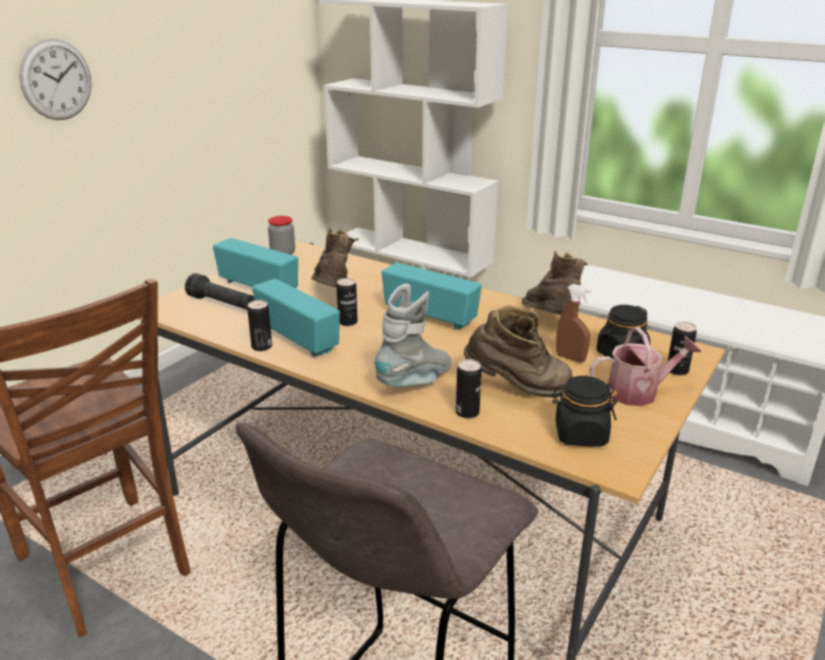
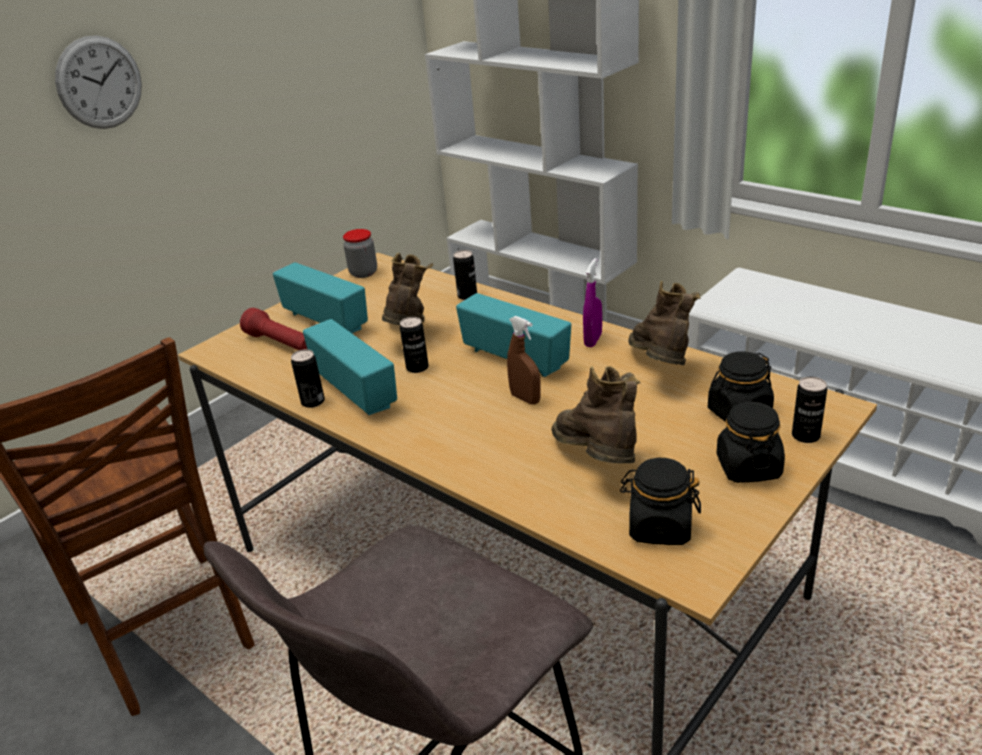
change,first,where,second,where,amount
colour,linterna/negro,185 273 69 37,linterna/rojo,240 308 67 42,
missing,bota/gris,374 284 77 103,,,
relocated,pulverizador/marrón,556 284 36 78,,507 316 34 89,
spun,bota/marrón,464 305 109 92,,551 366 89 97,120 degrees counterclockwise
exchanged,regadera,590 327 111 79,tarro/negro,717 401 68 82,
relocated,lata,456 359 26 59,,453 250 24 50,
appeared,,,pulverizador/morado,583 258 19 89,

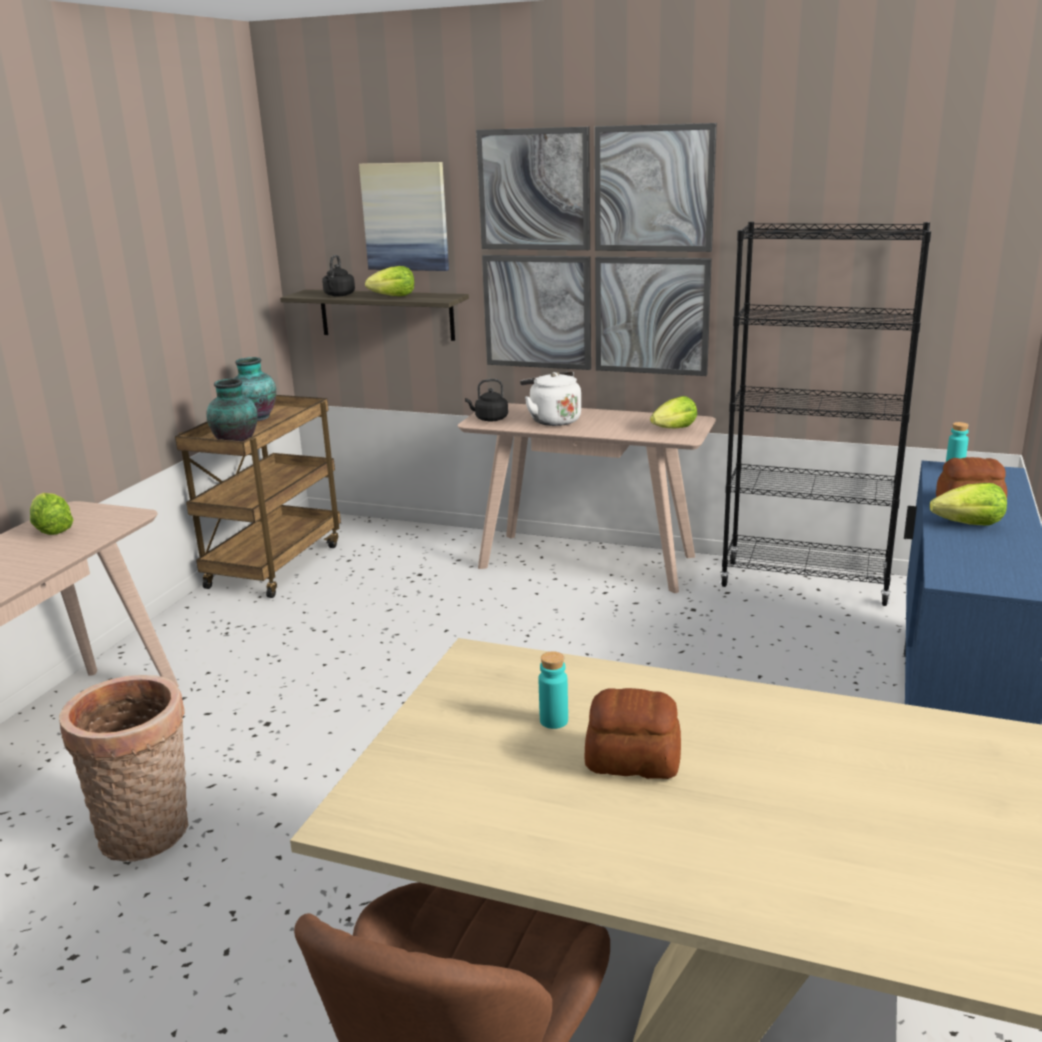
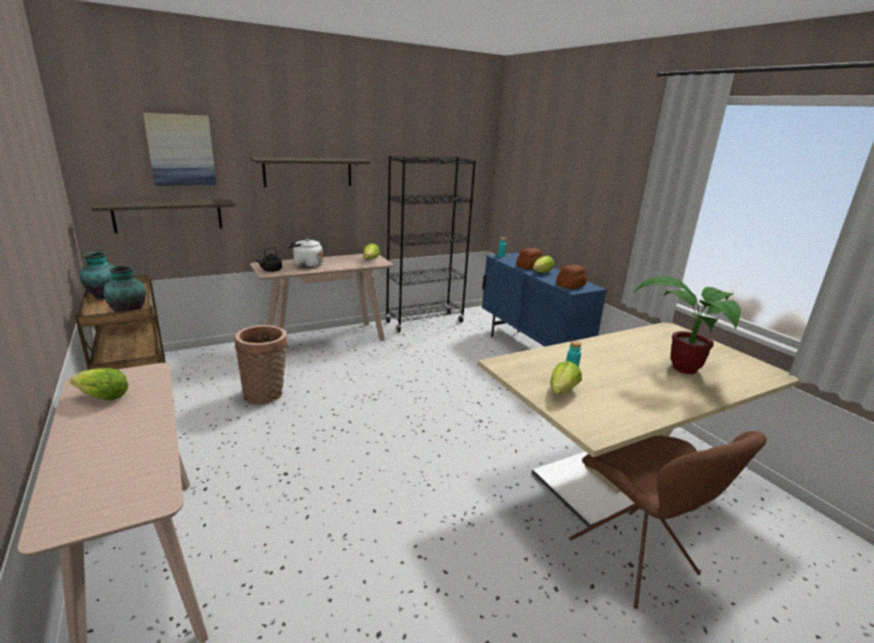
change,first,where,second,where,amount
exchanged,cuadro,476 123 241 253,estante,250 157 120 30,
missing,hervidor/negro,322 255 33 42,,,
relocated,lechuga,365 266 49 30,,550 361 32 33,
relocated,cesta,59 675 130 187,,235 325 53 80,
relocated,pan,585 688 96 91,,556 265 31 24,
appeared,,,planta en maceta,635 276 106 98,

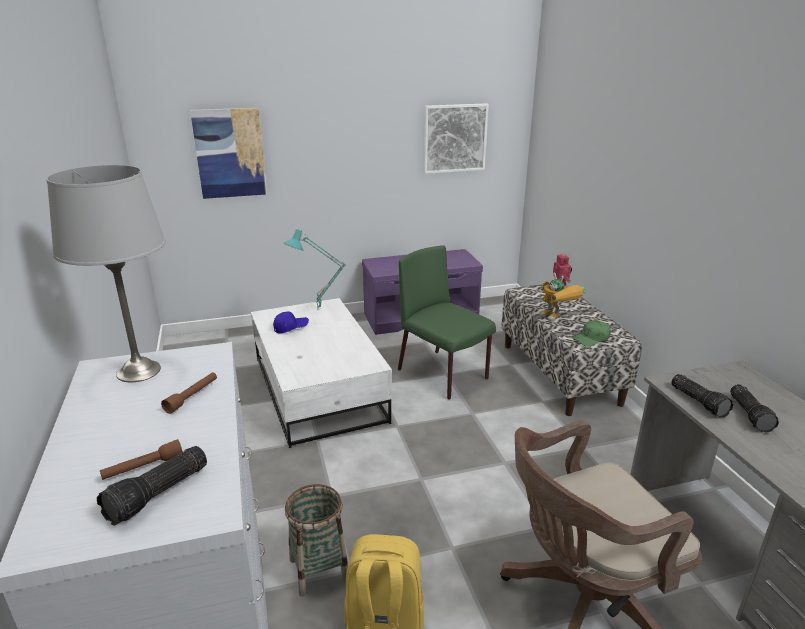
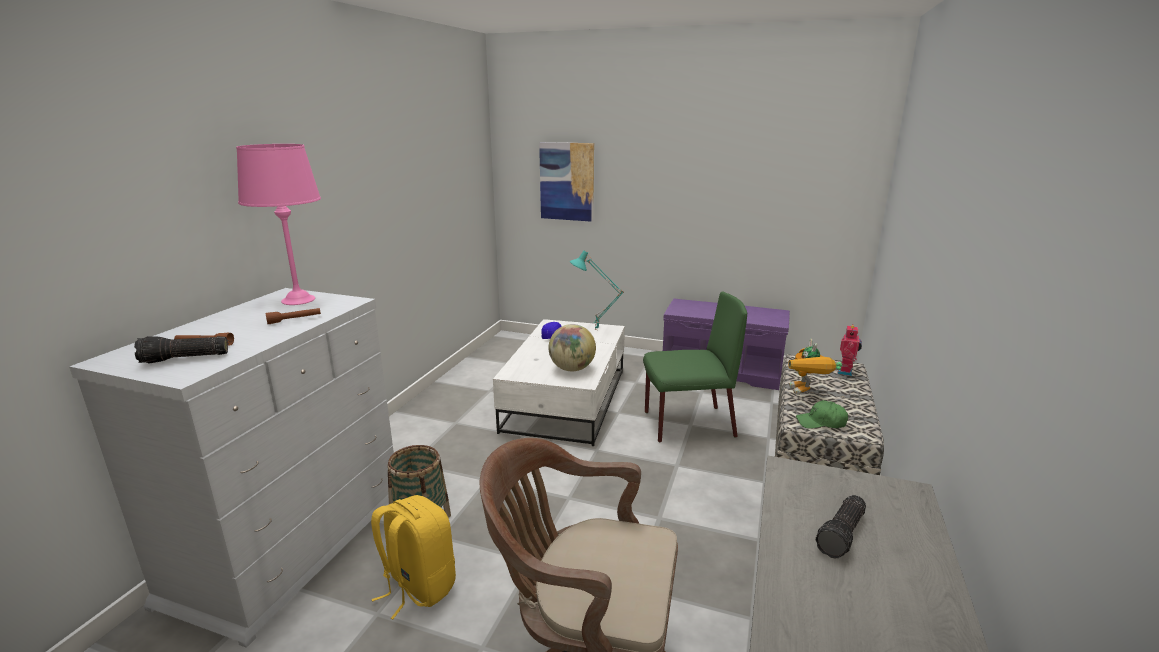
change,first,where,second,where,amount
missing,cuadro,424 103 65 71,,,
colour,lámpara de mesa/gris,46 165 120 217,lámpara de mesa/rosa,236 144 85 161,
spun,silla/verde,398 245 98 155,,643 291 104 152,90 degrees clockwise
missing,linterna,671 374 63 44,,,
appeared,,,globo terráqueo,548 324 48 47,

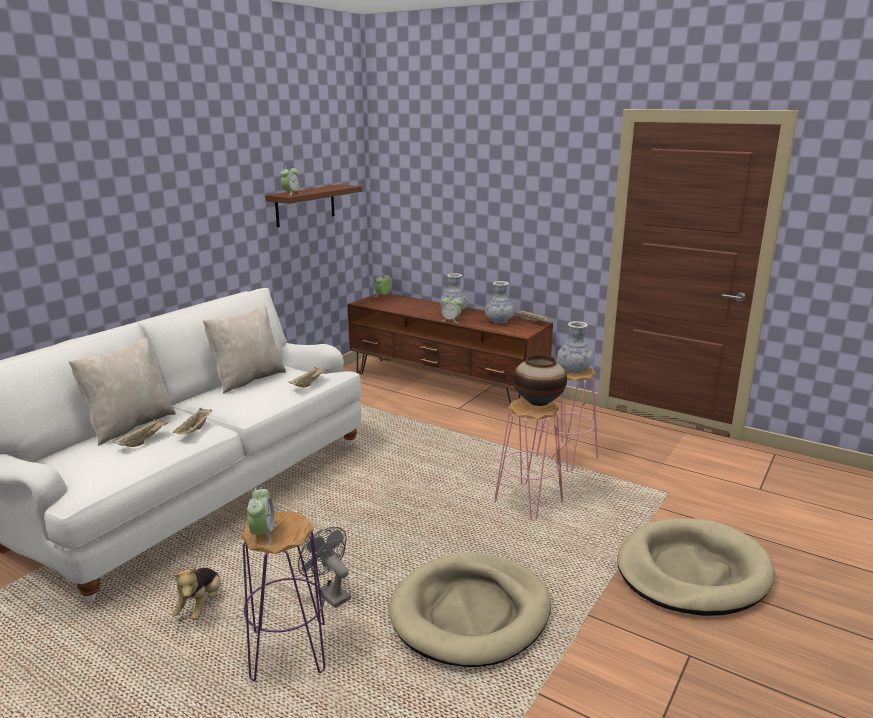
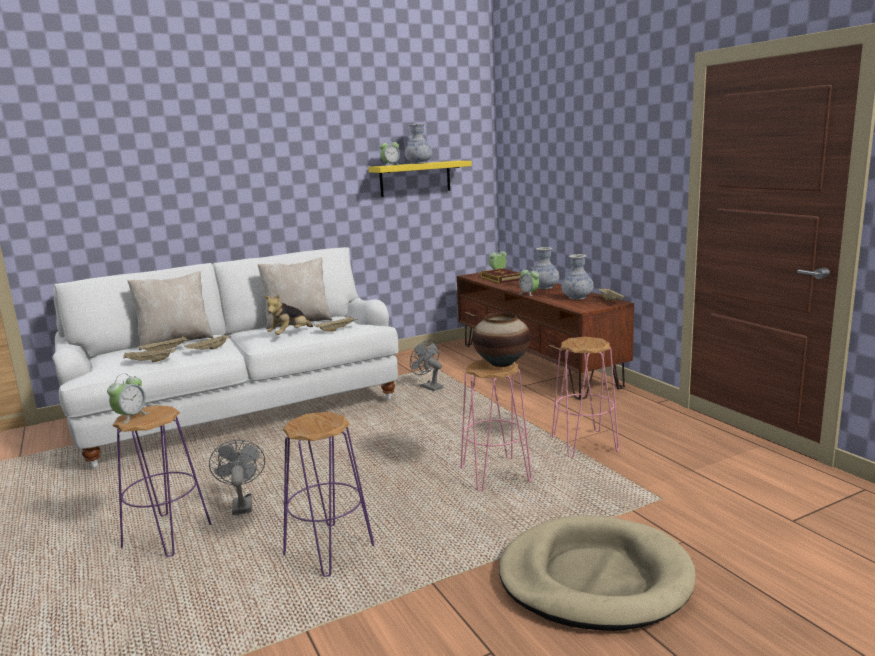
change,first,where,second,where,amount
colour,estante/marrón,265 184 97 43,estante/amarillo,368 161 104 36,
relocated,florero,557 321 36 52,,405 124 27 40,
exchanged,cama para perro/beis,389 552 162 115,taburete/morado,282 412 92 165,
relocated,peluche,172 567 49 53,,264 294 49 41,
appeared,,,libro,481 268 39 15,
appeared,,,ventilador/gris,410 340 33 51,
appeared,,,bandeja/beis,123 347 53 15,

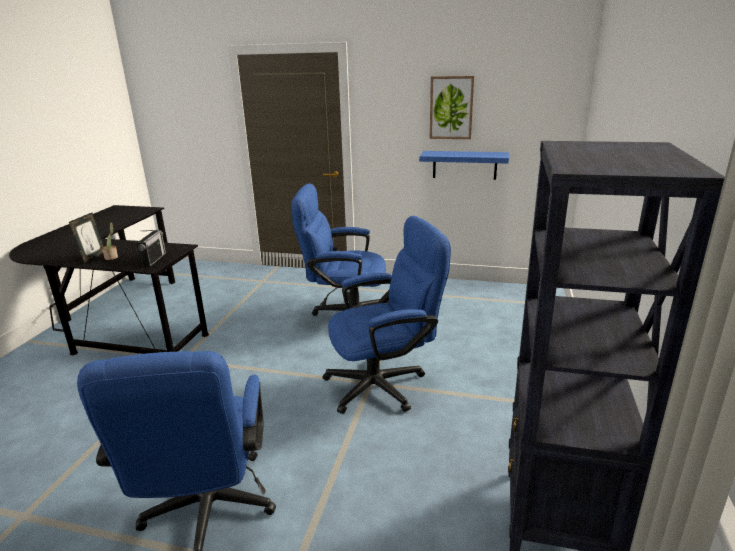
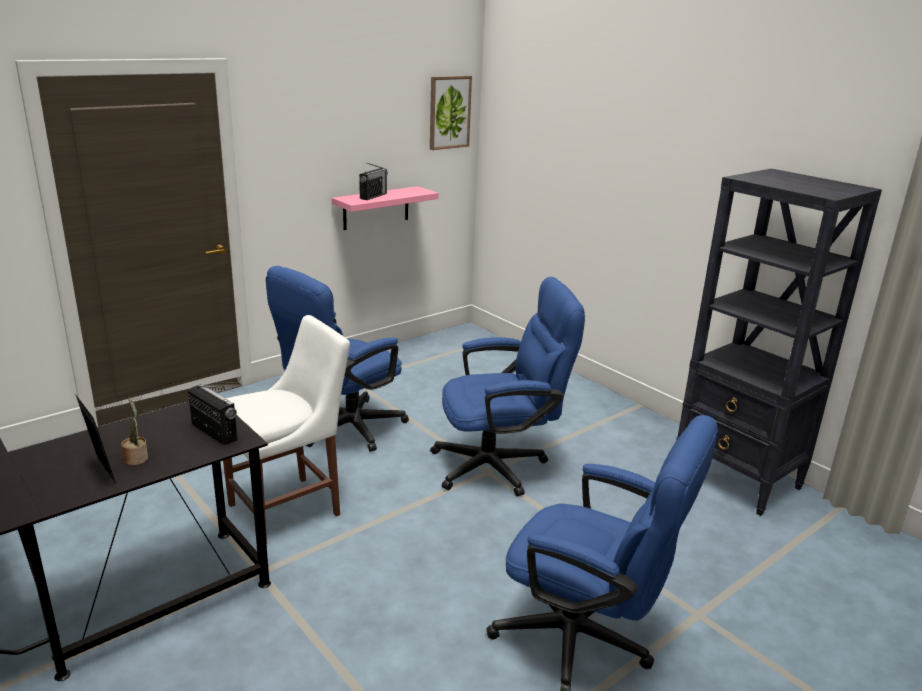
change,first,where,second,where,amount
relocated,cuadro,430 76 44 63,,430 76 42 74,
colour,estante/azul,419 151 90 29,estante/rosa,332 186 106 44,
spun,silla de oficina/azul,322 216 129 198,,430 277 155 219,60 degrees clockwise
appeared,,,radio,359 162 29 38,
appeared,,,silla/blanco,223 315 127 229,

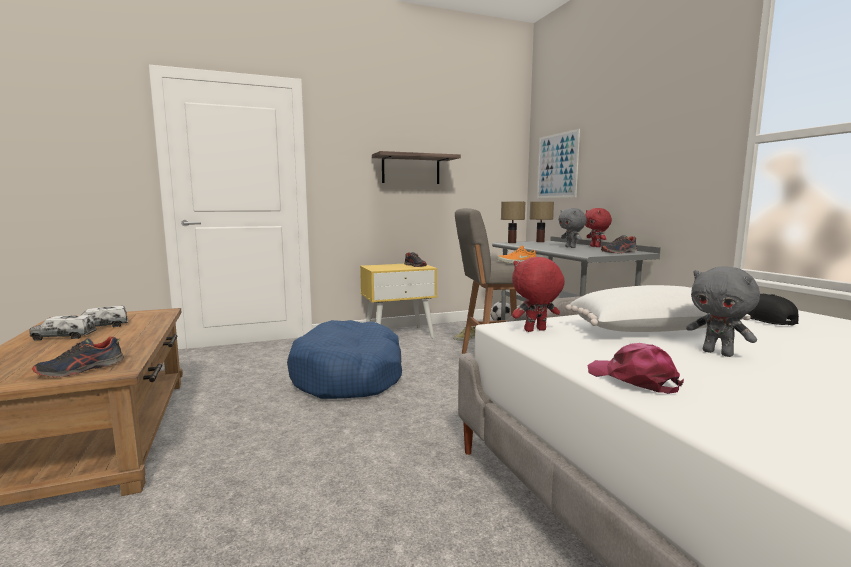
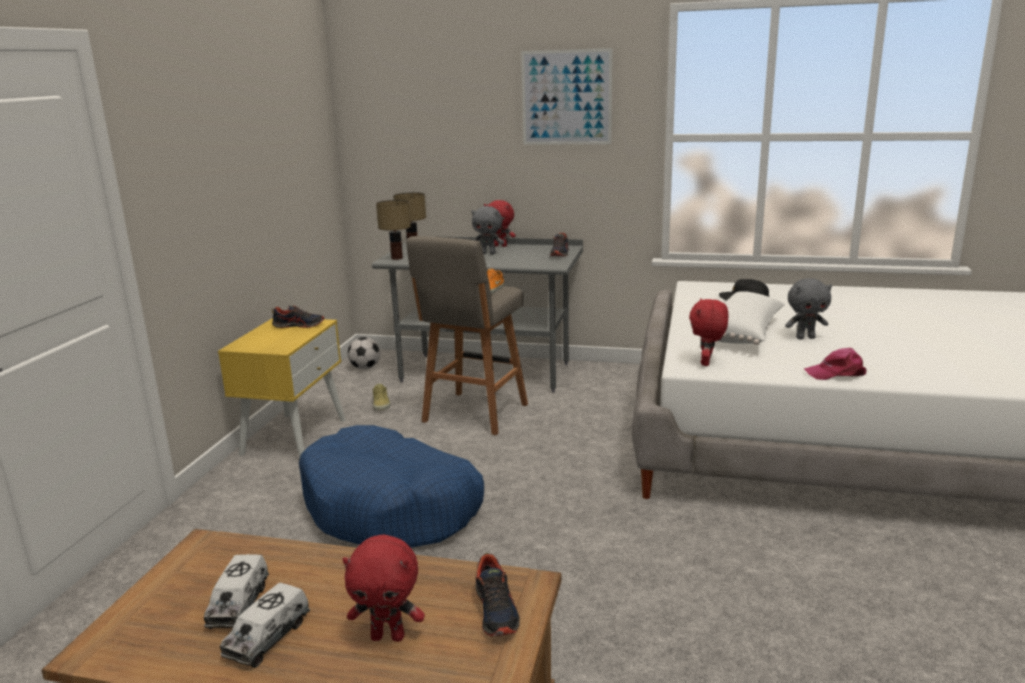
change,first,where,second,where,amount
relocated,cuadro,537 129 43 69,,521 48 92 97,
missing,estante,372 151 89 33,,,
appeared,,,peluche/rojo,342 535 83 107,

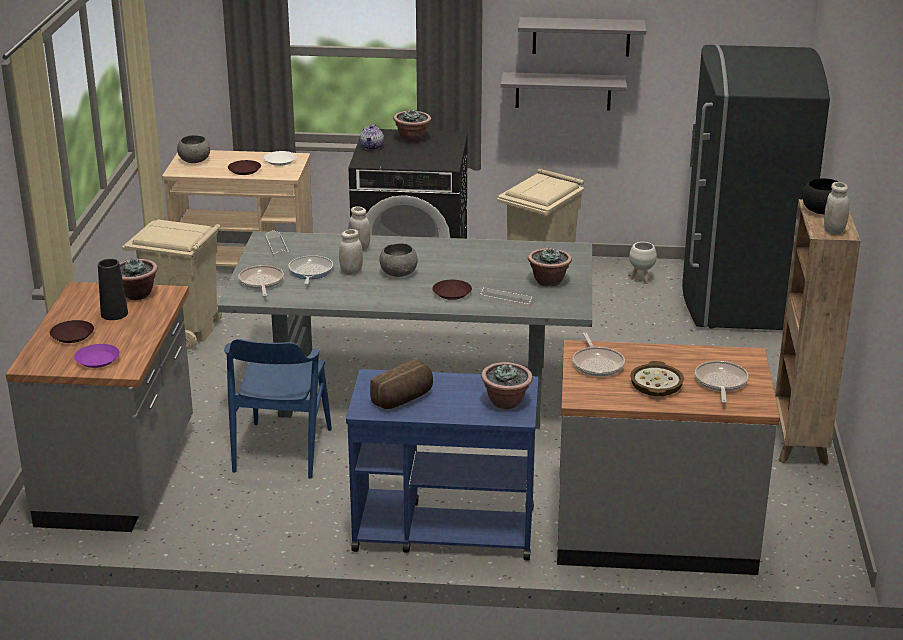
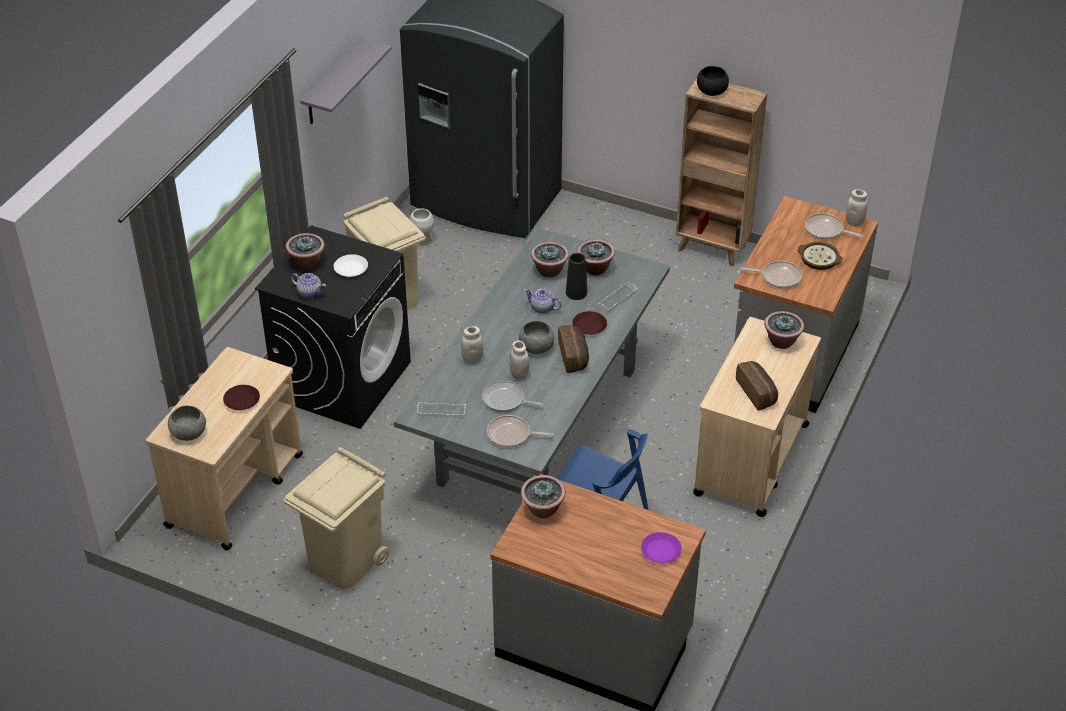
change,first,where,second,where,amount
missing,estante/gris,501 72 126 39,,,
relocated,plato/blanco,264 151 33 15,,334 254 34 23,
relocated,tarro/blanco,824 182 25 53,,846 189 21 37,
relocated,florero/negro,98 259 30 61,,566 253 21 47,
missing,plato/marrón,50 320 44 23,,,
colour,carrito/azul,346 369 192 191,carrito/beis,693 317 128 200,
appeared,,,planta en maceta,531 242 38 36,
appeared,,,tetera,524 289 37 25,
appeared,,,pan,558 325 31 48,

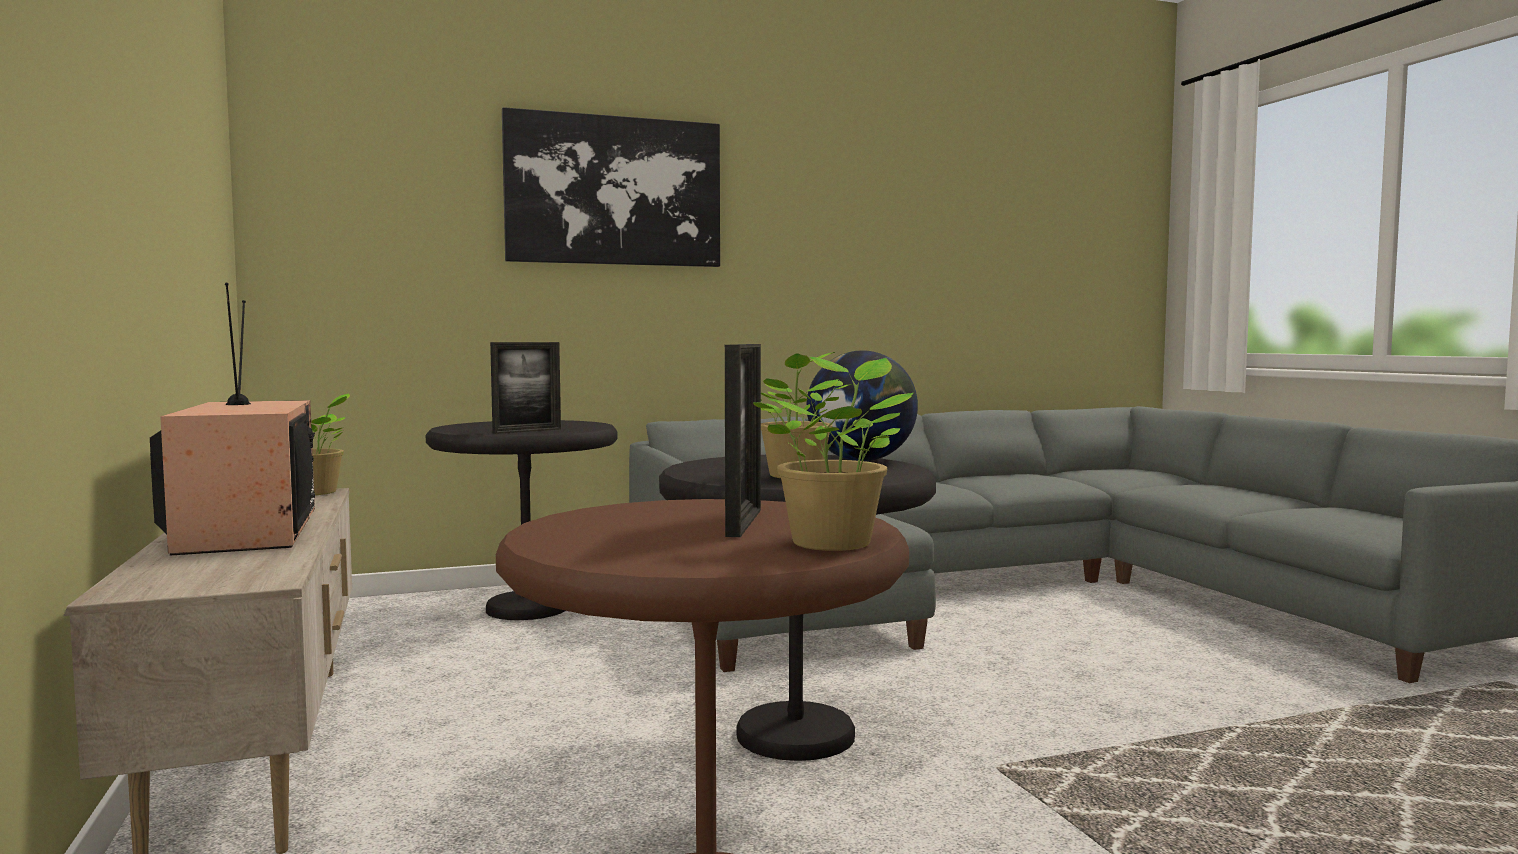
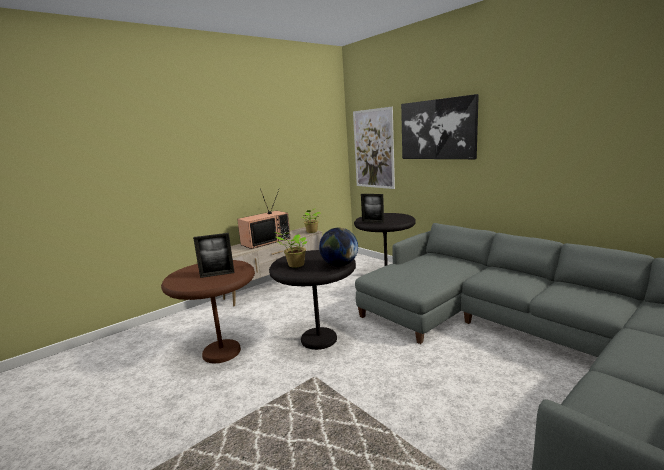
change,first,where,second,where,amount
missing,planta en maceta,753 357 160 194,,,
appeared,,,cuadro,353 107 42 82,

